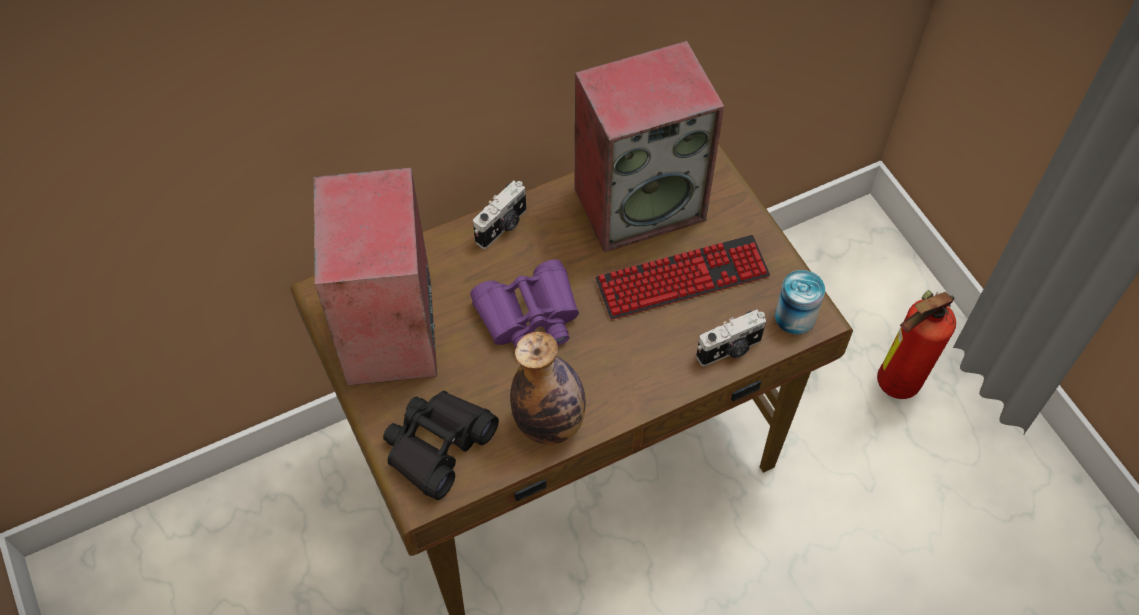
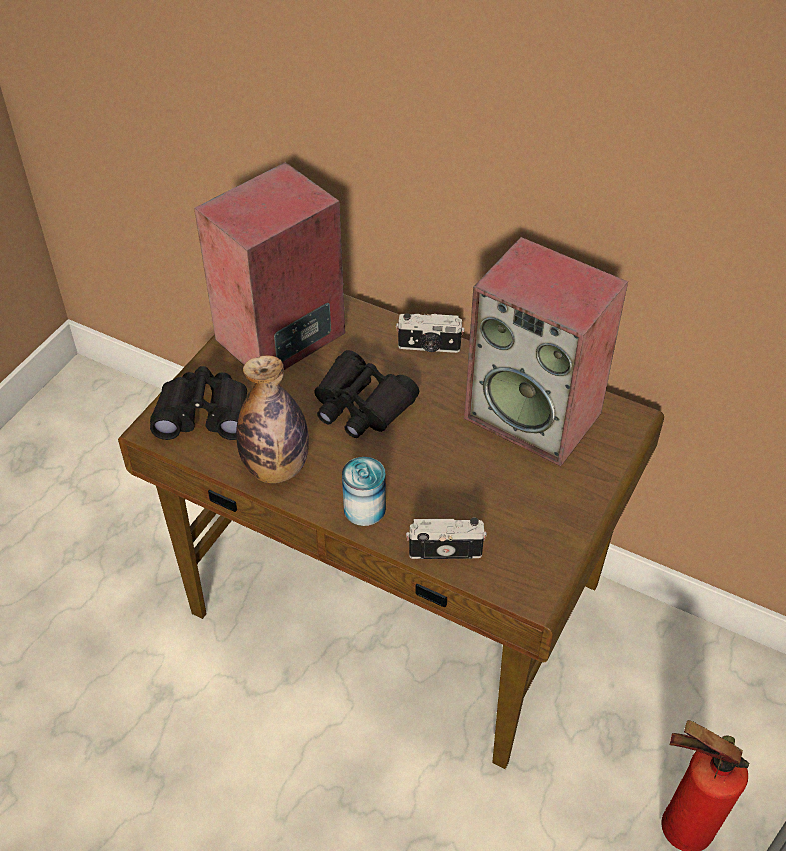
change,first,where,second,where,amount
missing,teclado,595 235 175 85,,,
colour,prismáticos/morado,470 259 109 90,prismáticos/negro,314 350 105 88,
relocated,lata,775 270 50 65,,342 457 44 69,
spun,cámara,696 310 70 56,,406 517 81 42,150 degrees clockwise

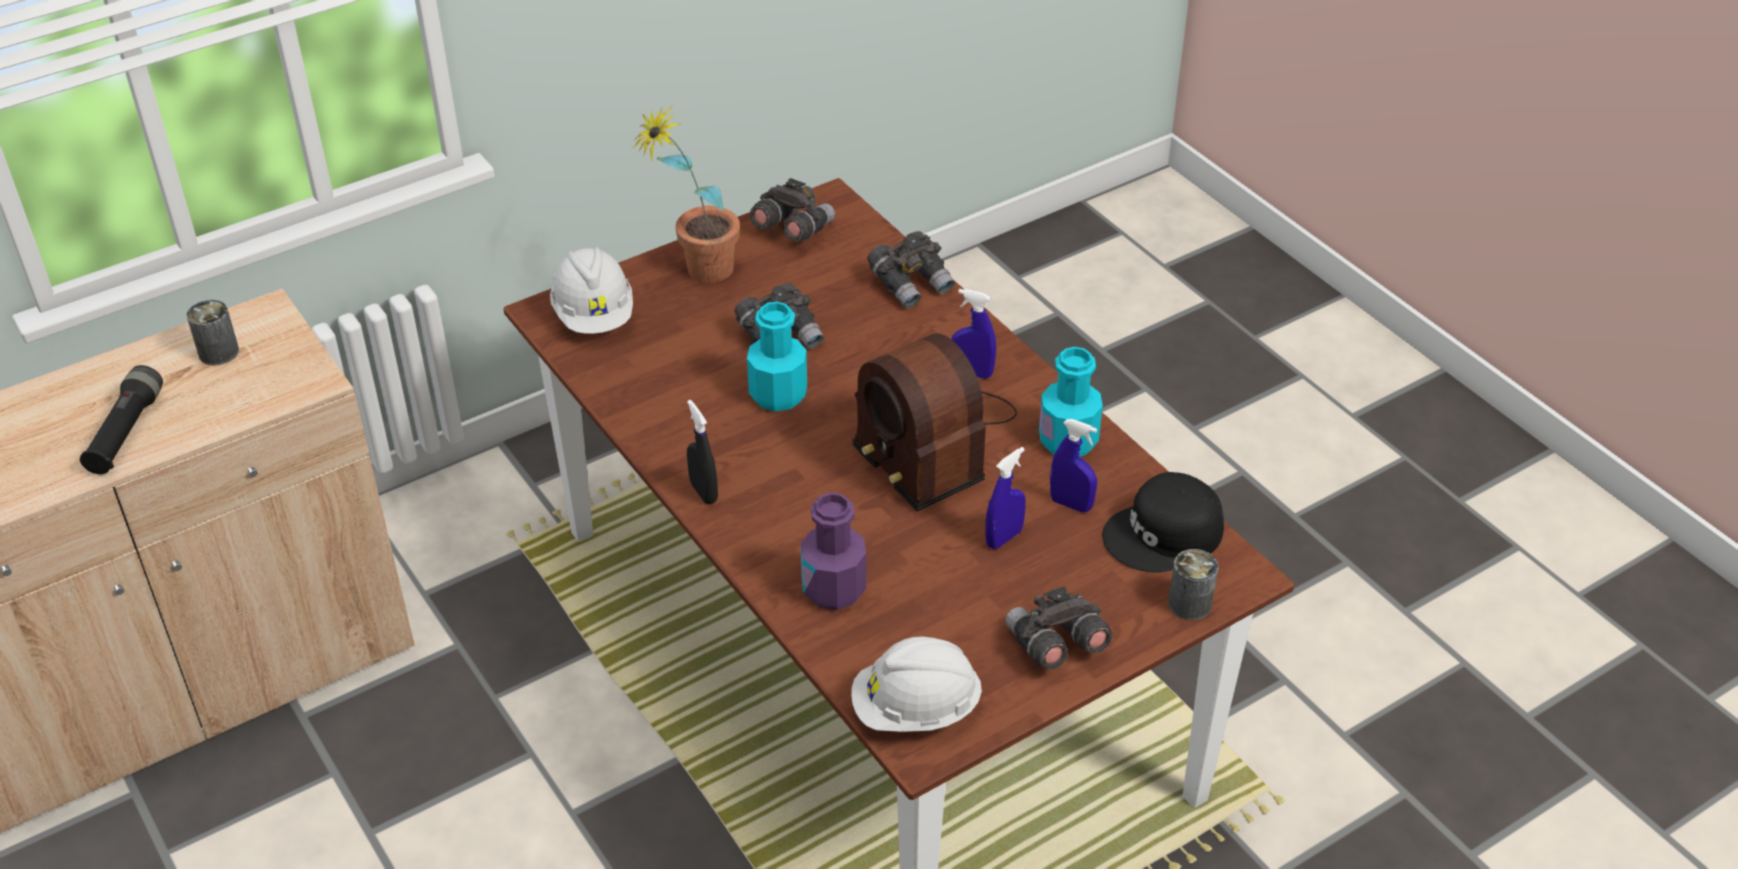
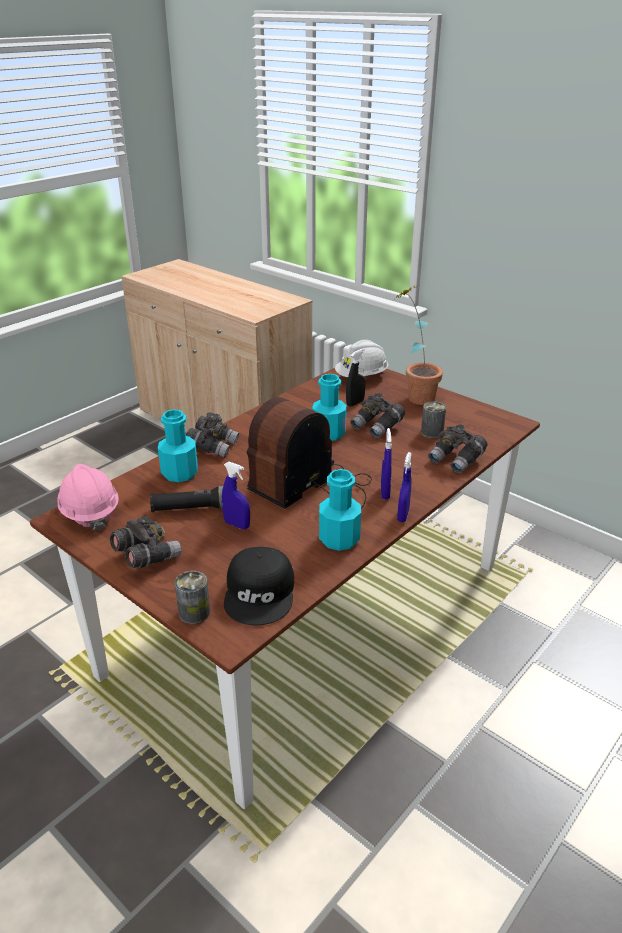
change,first,where,second,where,amount
relocated,prismáticos/gris,750 178 85 64,,186 413 53 45,
relocated,lata,186 300 53 65,,421 401 25 38,
relocated,linterna/negro,80 365 83 109,,150 486 73 26,
relocated,pulverizador/negro,687 400 31 104,,346 348 19 58,
relocated,pulverizador/azul,1050 419 47 93,,397 452 15 70,
spun,gorra/negro,1102 472 122 101,,224 547 70 79,135 degrees counterclockwise
colour,botella/morado,800 493 66 117,botella/turquesa,158 409 40 73,
colour,casco/blanco,851 637 131 95,casco/rosa,57 464 62 67,

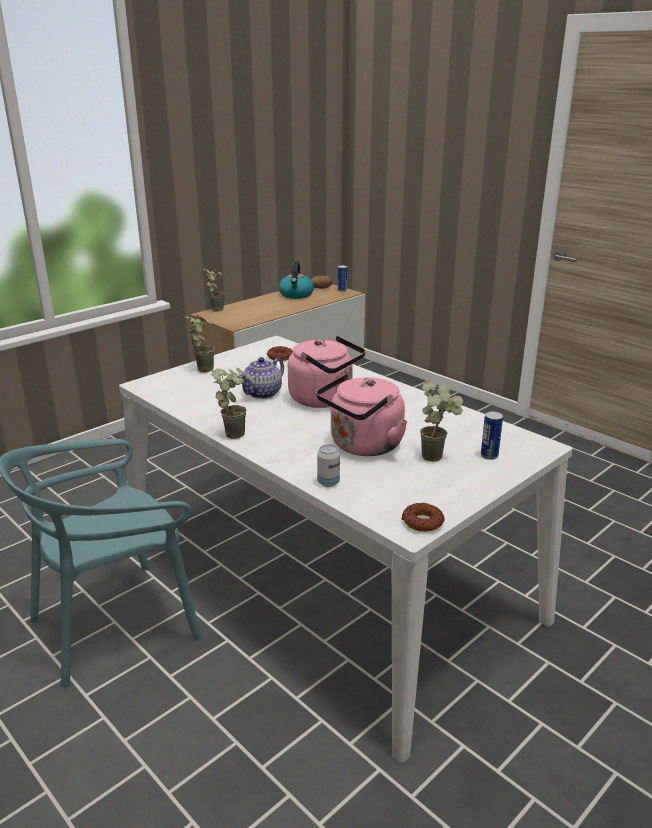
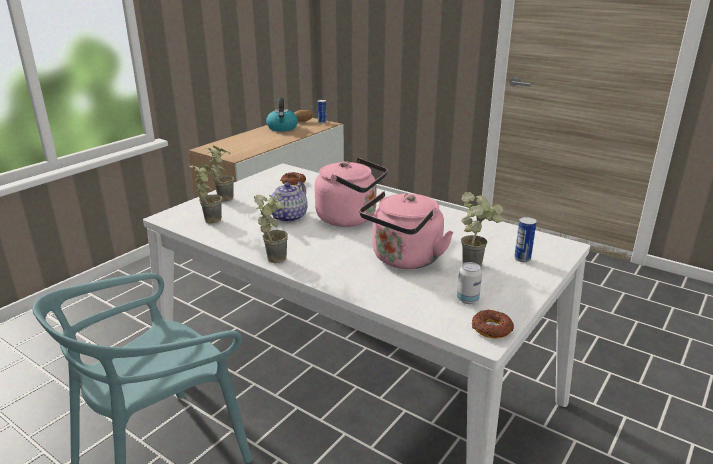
change,first,where,second,where,amount
relocated,planta en maceta,203 268 21 44,,189 163 33 61,
relocated,lata,317 444 23 43,,457 262 25 42,

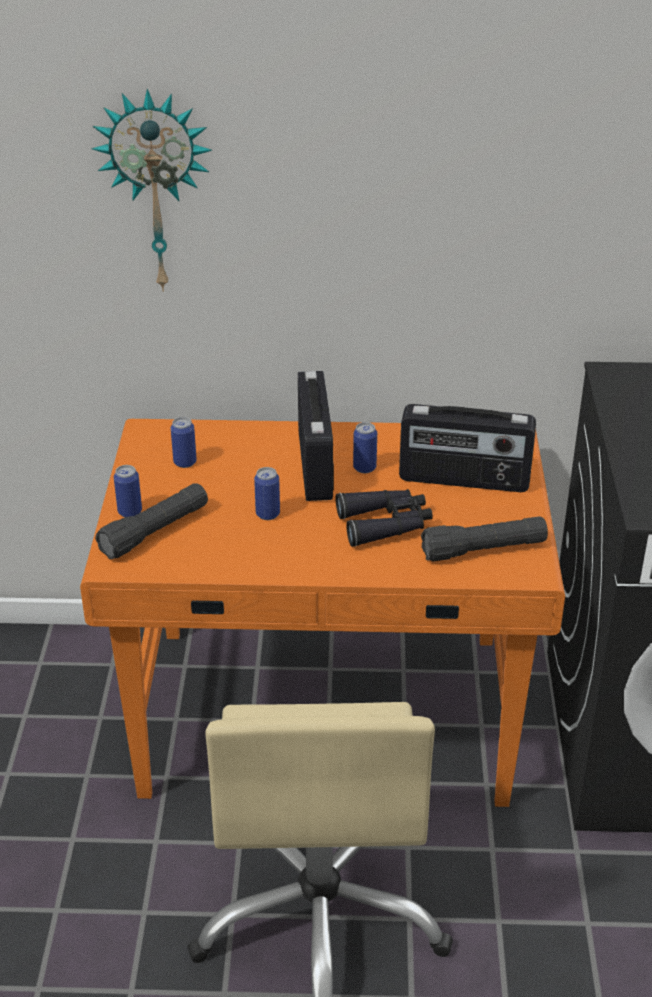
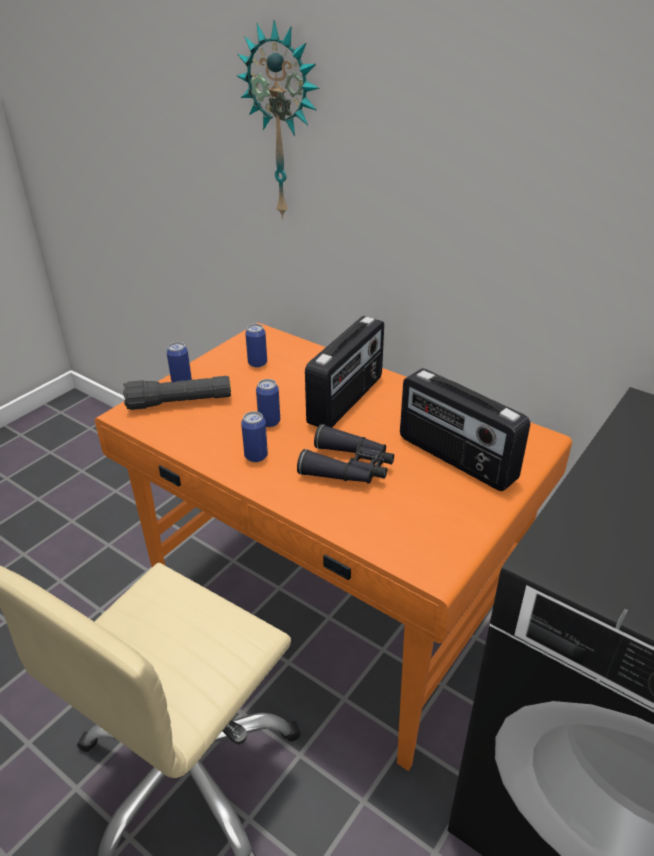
change,first,where,second,where,amount
relocated,lata,353 422 24 51,,241 411 27 51,
missing,linterna/negro,421 516 127 45,,,

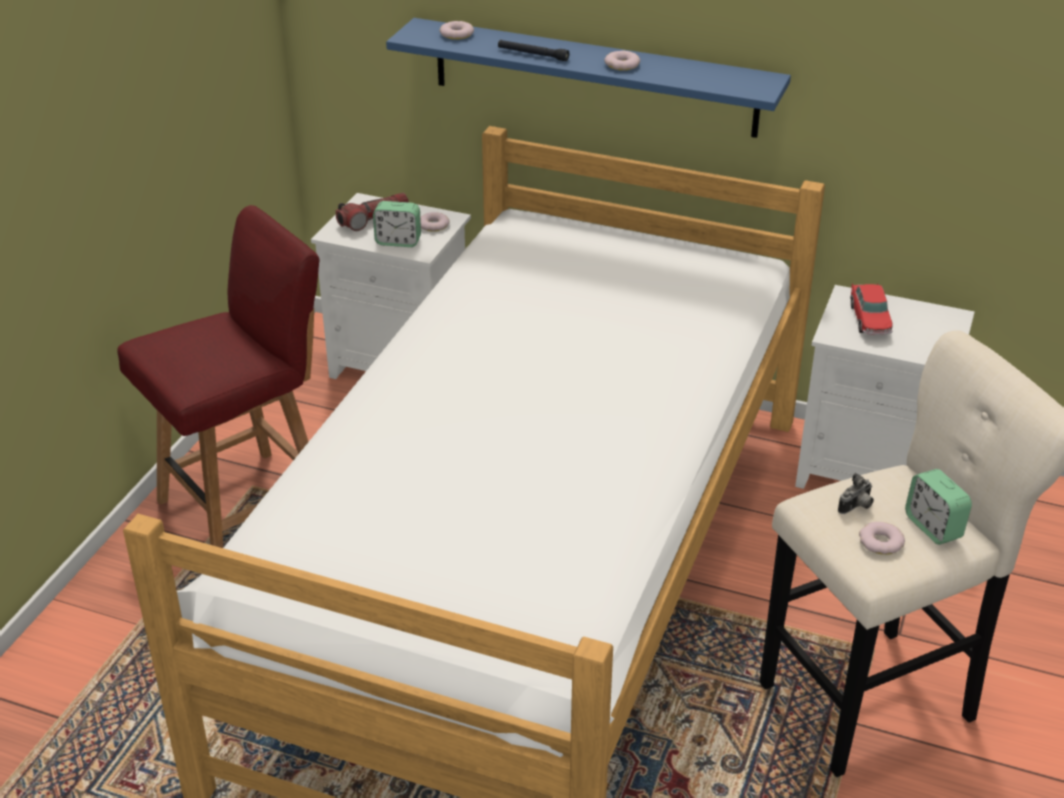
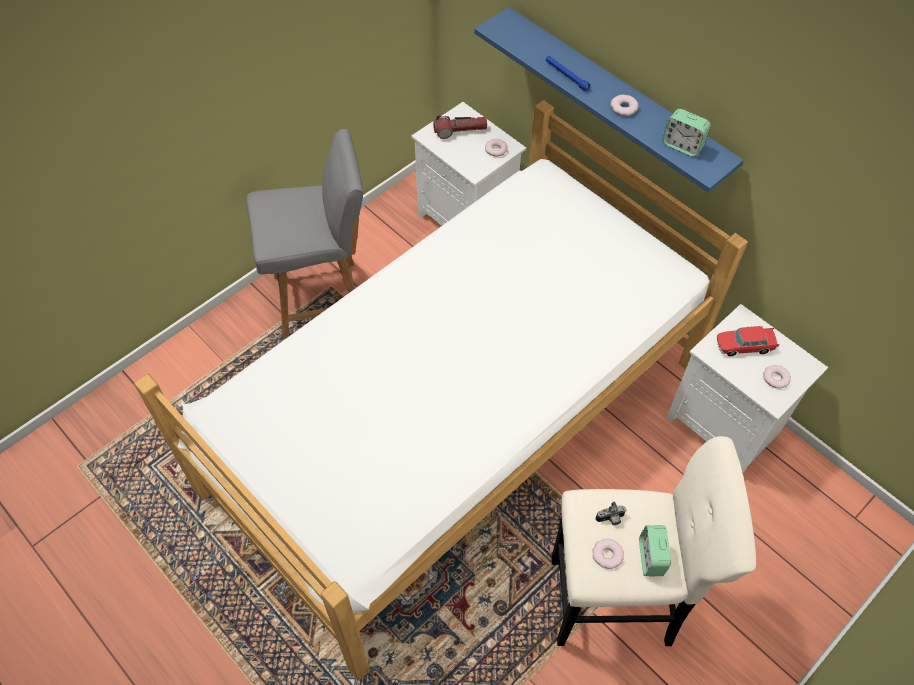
change,first,where,second,where,amount
relocated,rosquilla,439 21 35 19,,763 365 28 24,
colour,linterna/negro,498 40 71 21,linterna/azul,546 56 44 35,
relocated,despertador,373 201 48 46,,663 109 48 48,
colour,silla/rojo,117 205 203 343,silla/gris,246 129 117 210,
spun,coche de juguete,850 283 42 52,,717 326 62 30,60 degrees clockwise

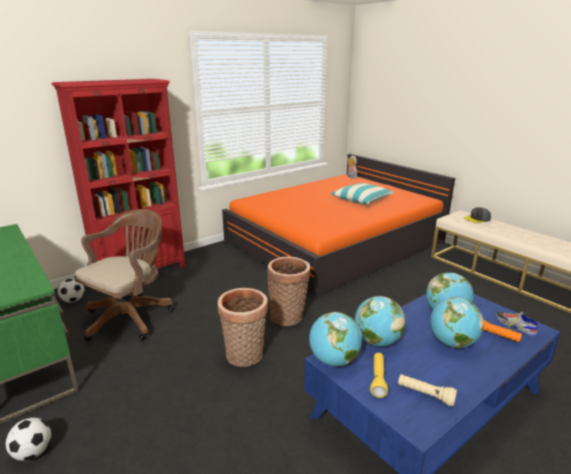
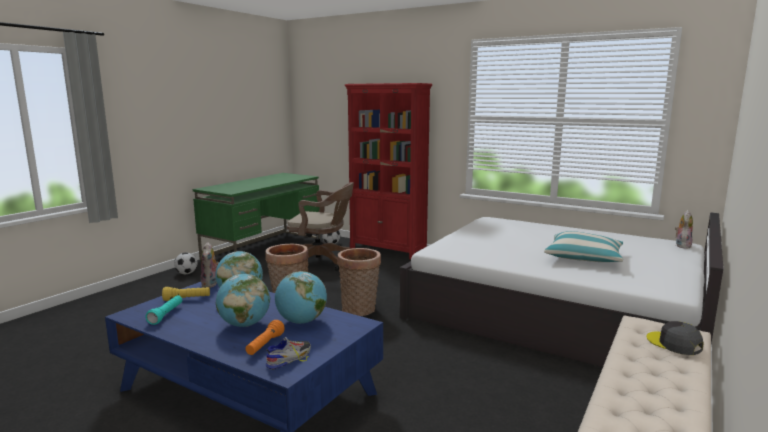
change,first,where,second,where,amount
colour,cama/naranja,222 154 234 146,cama/blanco,400 212 323 155,
exchanged,globo terráqueo,309 312 53 54,peluche,201 242 18 46,
colour,linterna/beis,398 374 59 32,linterna/turquesa,145 295 37 30,

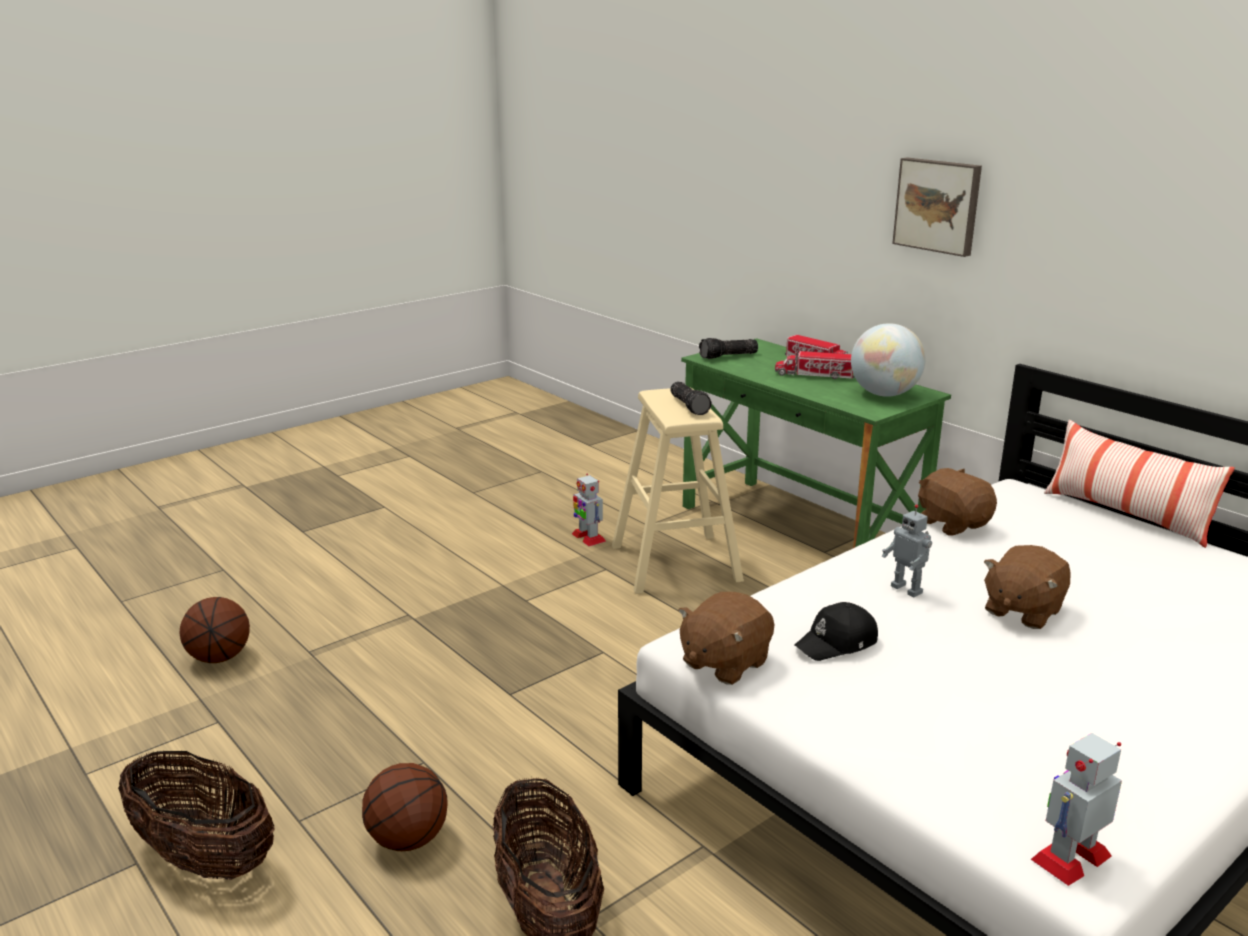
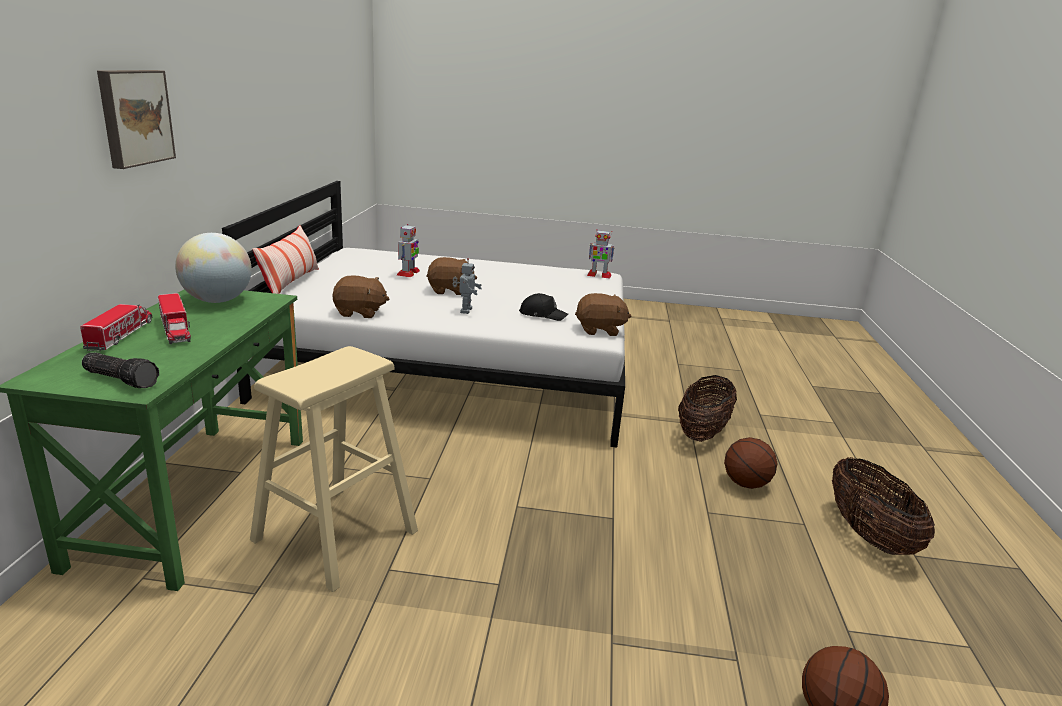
change,first,where,second,where,amount
missing,linterna,670 382 42 33,,,
spun,peluche/marrón,918 468 79 68,,333 276 56 42,105 degrees counterclockwise
relocated,robot de juguete,572 474 34 72,,397 224 23 53,

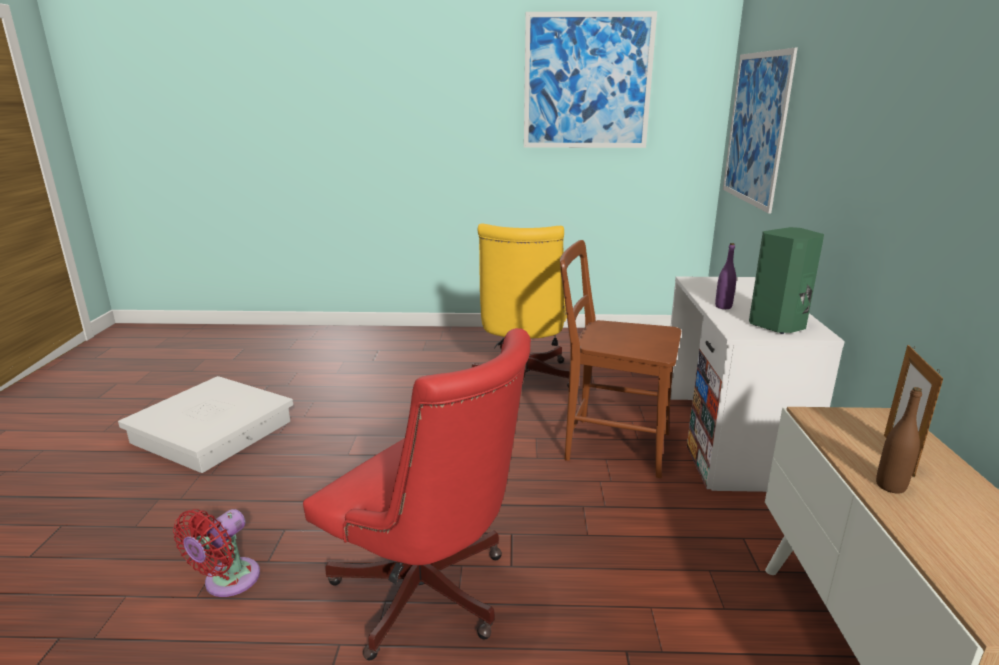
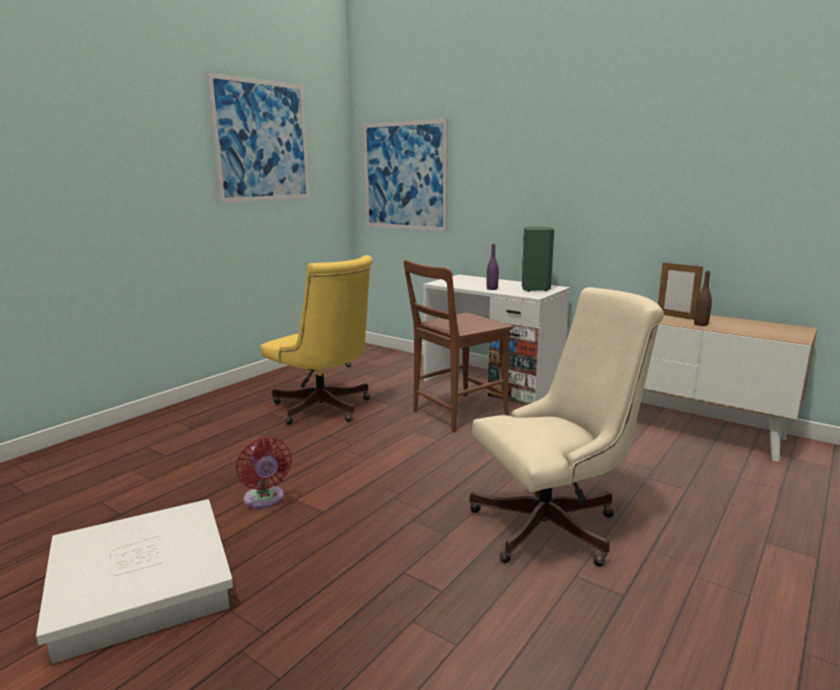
change,first,where,second,where,amount
colour,silla de oficina/rojo,303 328 228 332,silla de oficina/beis,470 287 194 280,
relocated,ventilador/rojo,173 509 87 88,,235 437 57 72,

